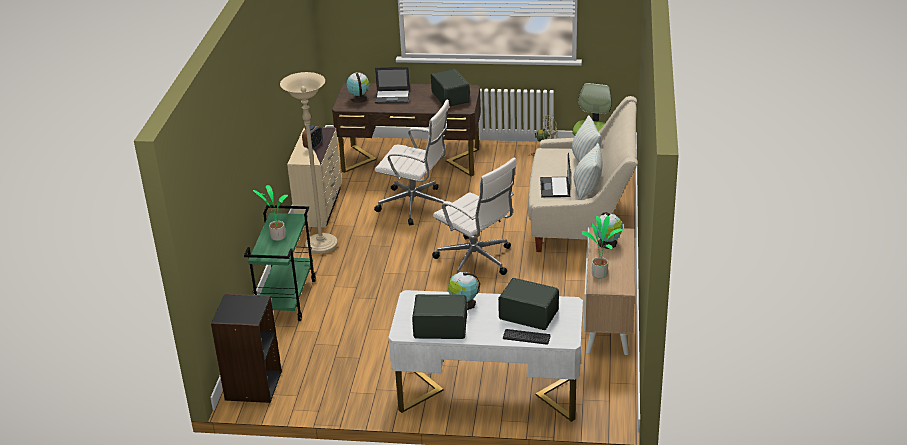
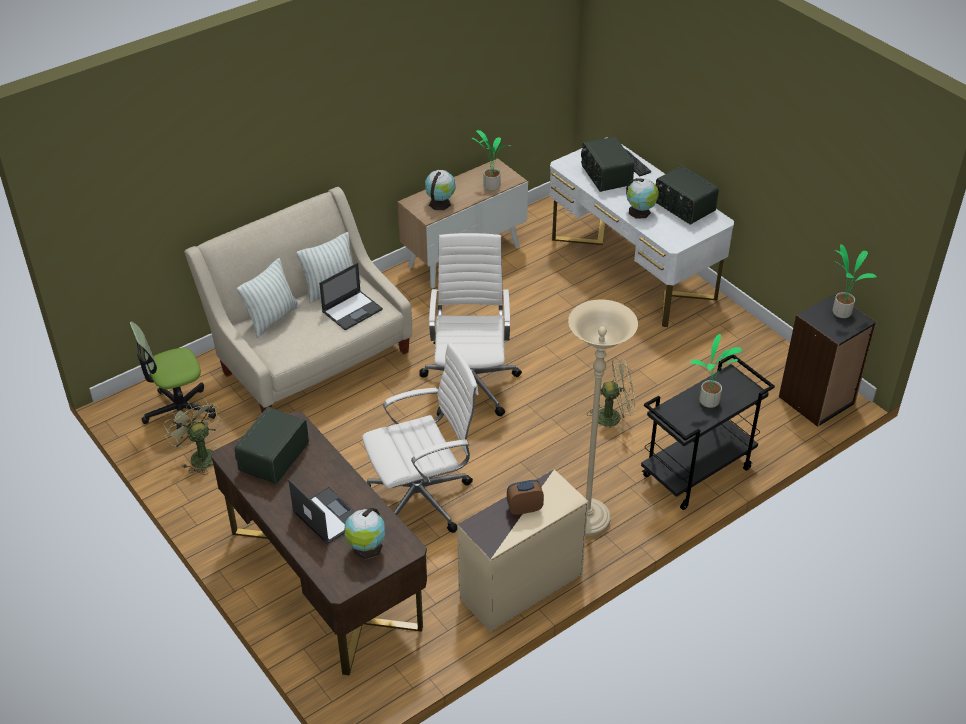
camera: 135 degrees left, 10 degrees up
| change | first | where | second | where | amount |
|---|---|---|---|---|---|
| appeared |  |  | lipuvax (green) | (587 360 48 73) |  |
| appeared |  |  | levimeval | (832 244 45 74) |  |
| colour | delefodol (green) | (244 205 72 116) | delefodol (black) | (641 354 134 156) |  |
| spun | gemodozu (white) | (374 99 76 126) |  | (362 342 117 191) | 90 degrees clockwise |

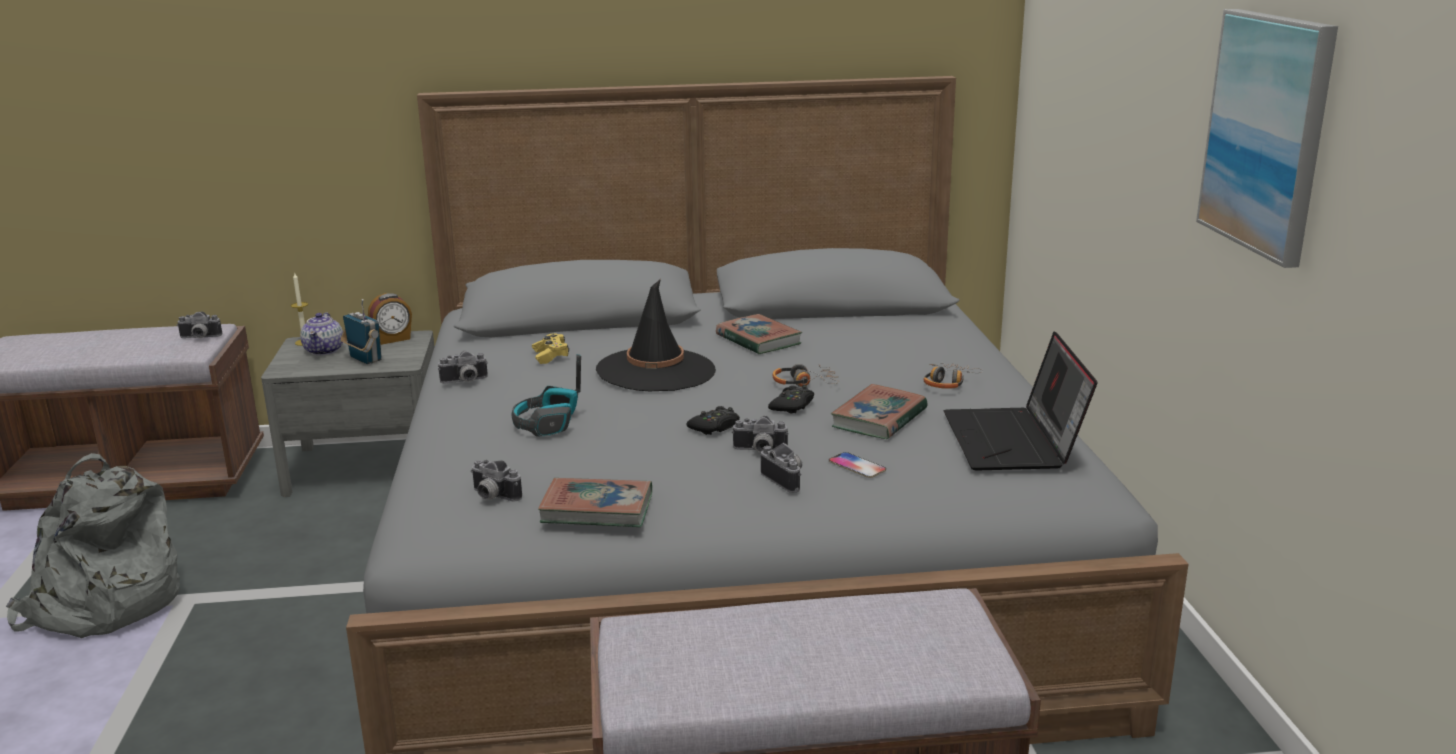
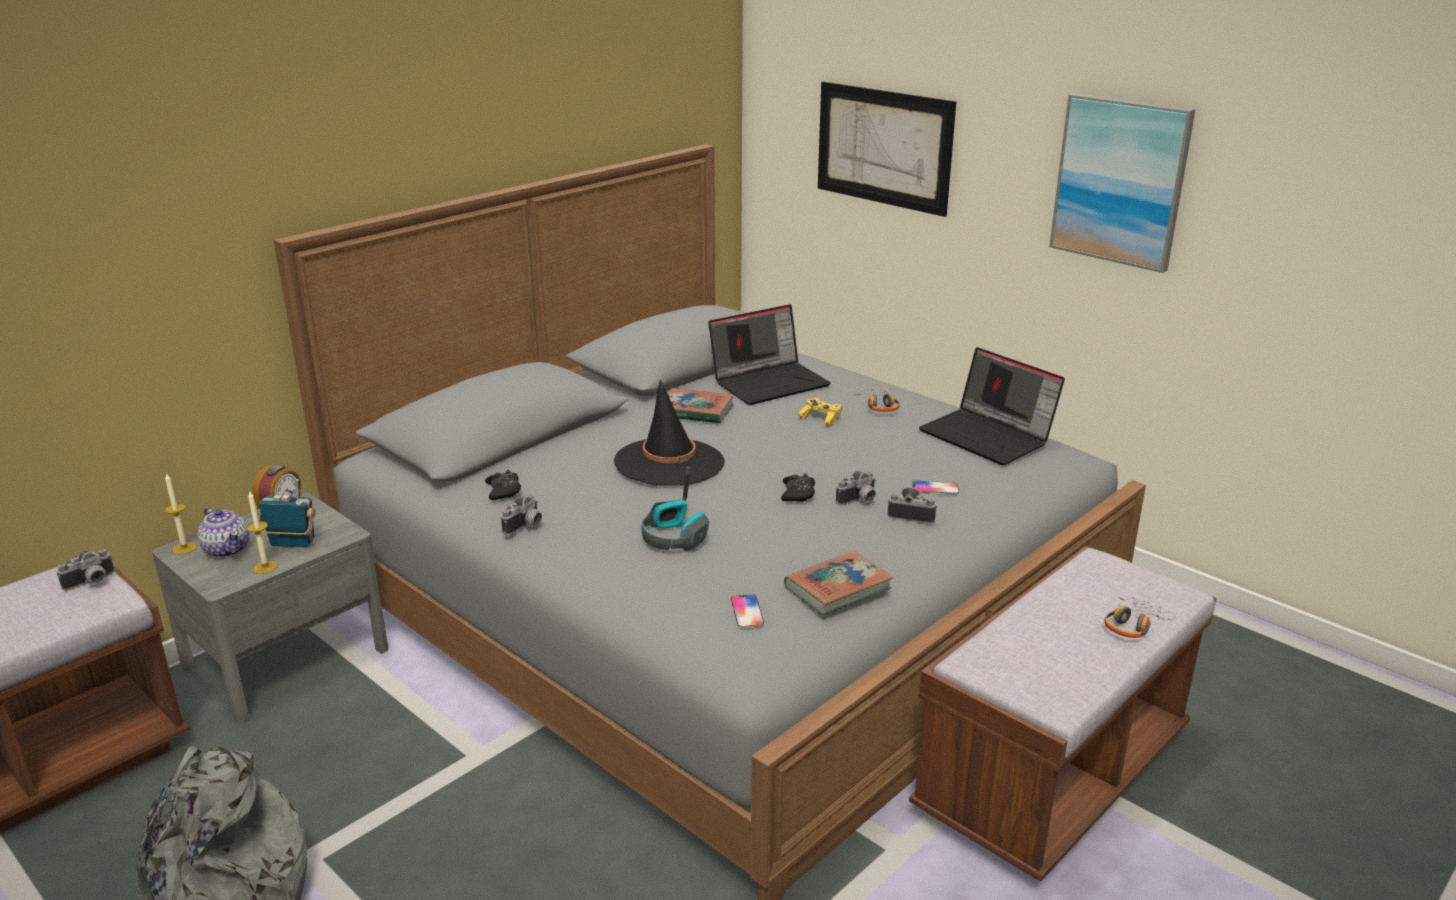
camera: 40 degrees left, 5 degrees up
| change | first | where | second | where | amount |
|---|---|---|---|---|---|
| missing | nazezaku | (831 384 97 55) |  |  |  |
| appeared |  |  | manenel | (246 492 32 82) |  |
| appeared |  |  | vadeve | (708 304 123 101) |  |
| appeared |  |  | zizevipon | (818 82 138 135) |  |
| relocated | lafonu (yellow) | (532 333 37 31) |  | (798 398 44 29) |  |
| relocated | lafonu (black) | (768 385 46 29) |  | (485 470 36 30) |  |
| relocated | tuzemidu | (772 364 67 23) |  | (1104 597 71 41) |  |
| exchanged | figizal | (471 460 51 42) | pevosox | (731 594 33 34) |  |

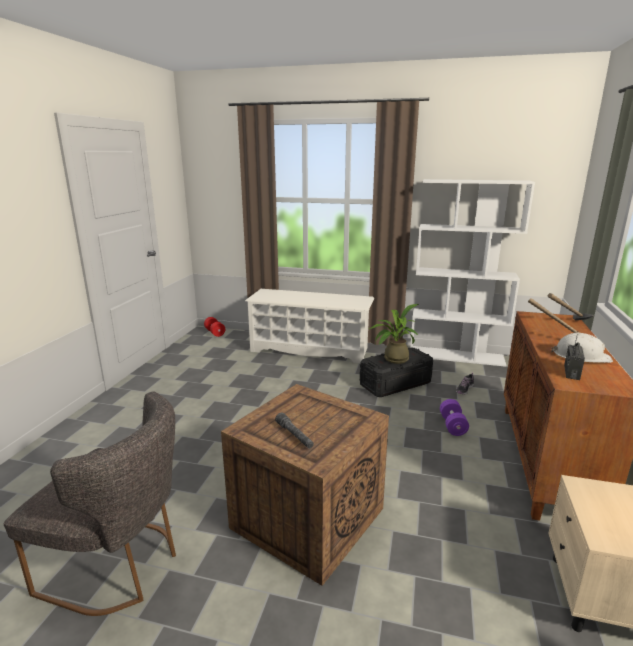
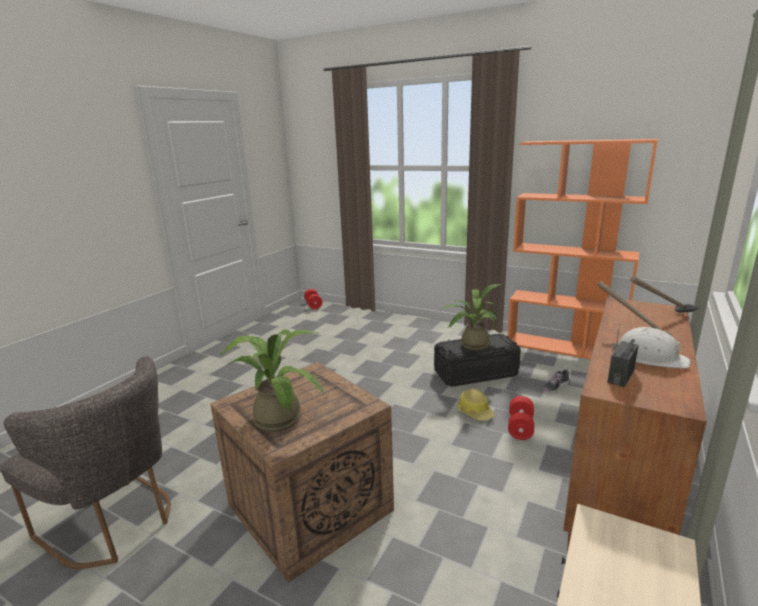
camera: 15 degrees right, 0 degrees up
| change | first | where | second | where | amount |
|---|---|---|---|---|---|
| missing | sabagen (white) | (245 289 129 74) |  |  |  |
| appeared |  |  | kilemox | (457 388 38 33) |  |
| exchanged | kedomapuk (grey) | (275 412 39 37) | levimeval | (220 329 104 103) |  |
| colour | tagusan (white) | (410 179 125 188) | tagusan (orange) | (508 139 150 220) |  |
| colour | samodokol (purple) | (440 399 29 37) | samodokol (red) | (508 396 26 44) |  |

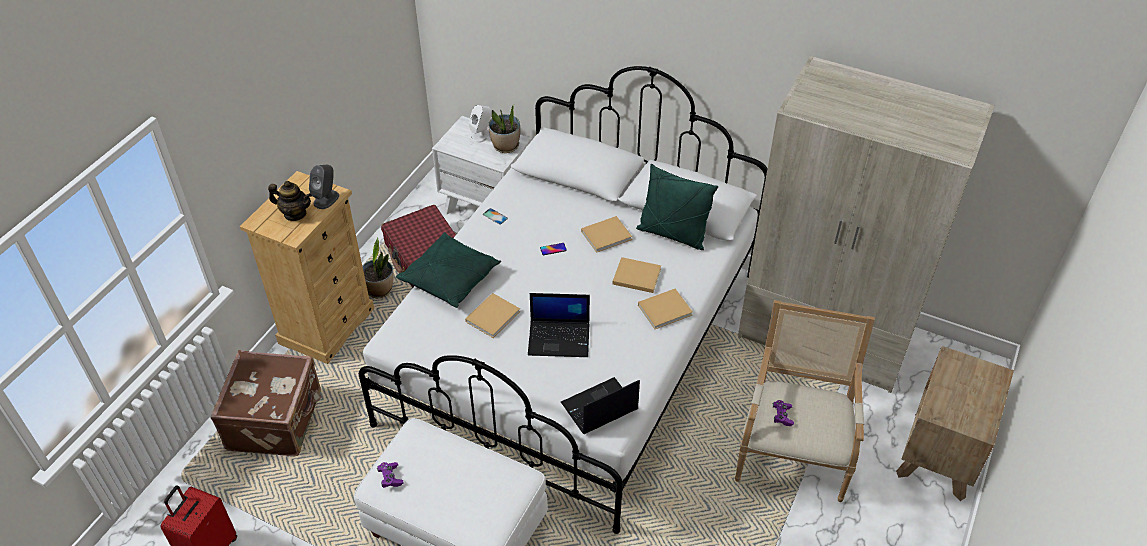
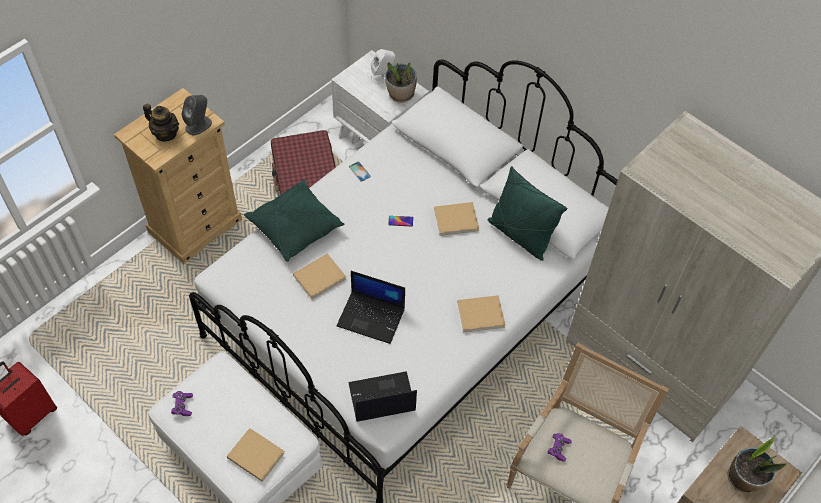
camera: 15 degrees right, 10 degrees up
| change | first | where | second | where | amount |
|---|---|---|---|---|---|
| missing | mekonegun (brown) | (210 350 111 107) |  |  |  |
| relocated | levimeval | (362 238 31 60) |  | (727 436 60 58) |  |
| relocated | nazezaku (beige) | (613 257 48 36) |  | (227 428 58 54) |  |

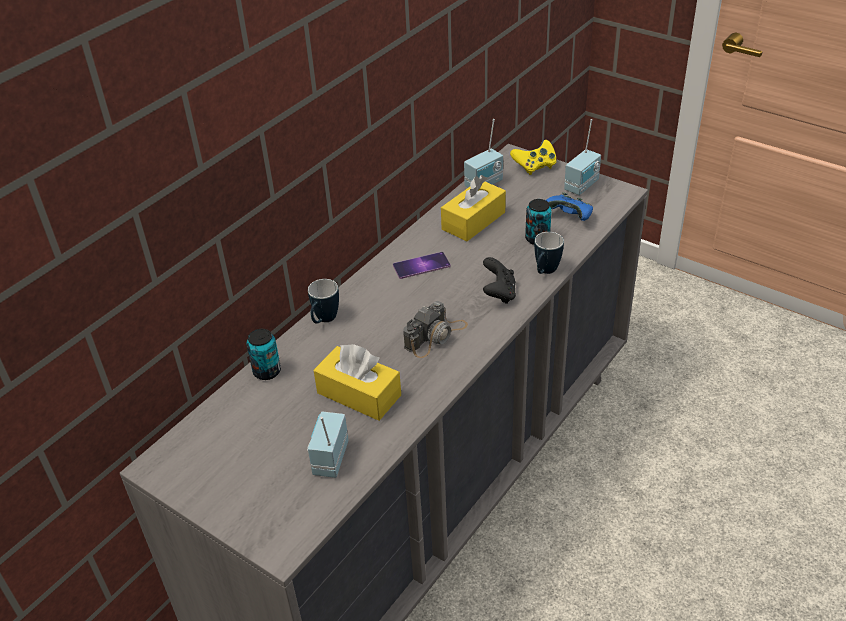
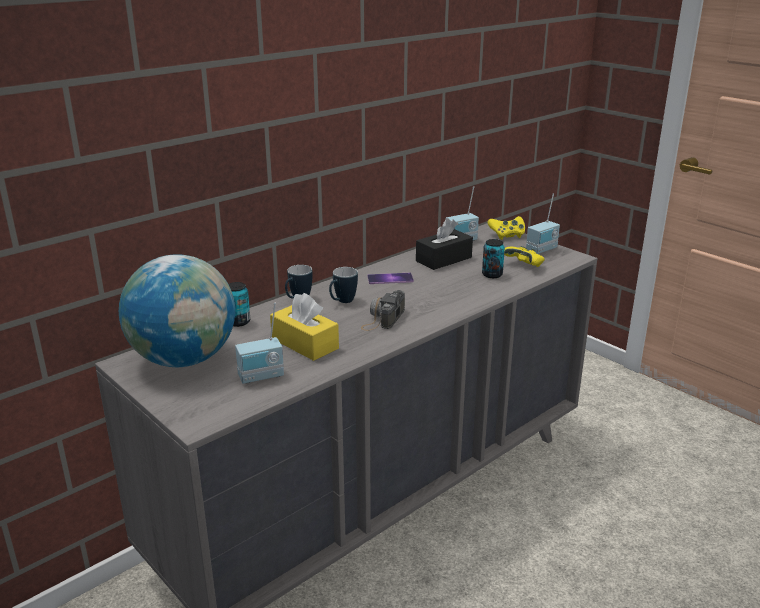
camera: 10 degrees right, 15 degrees down
| change | first | where | second | where | amount |
|---|---|---|---|---|---|
| missing | lafonu (black) | (483 257 33 47) |  |  |  |
| appeared |  |  | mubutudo | (119 254 116 113) |  |
| relocated | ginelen | (534 232 30 42) |  | (329 267 29 36) |  |
| colour | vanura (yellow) | (441 175 65 66) | vanura (black) | (416 218 57 52) |  |
| colour | lafonu (blue) | (546 192 47 29) | lafonu (yellow) | (504 246 41 21) |  |
| spun | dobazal | (307 411 42 67) |  | (235 303 49 81) | 135 degrees counterclockwise |
| spun | figizal | (403 301 65 57) |  | (361 290 44 41) | 150 degrees clockwise |

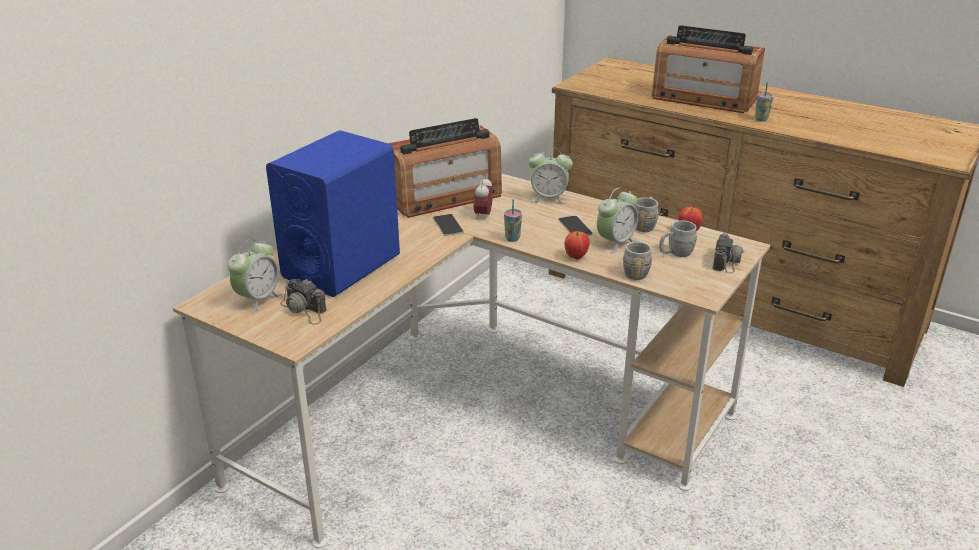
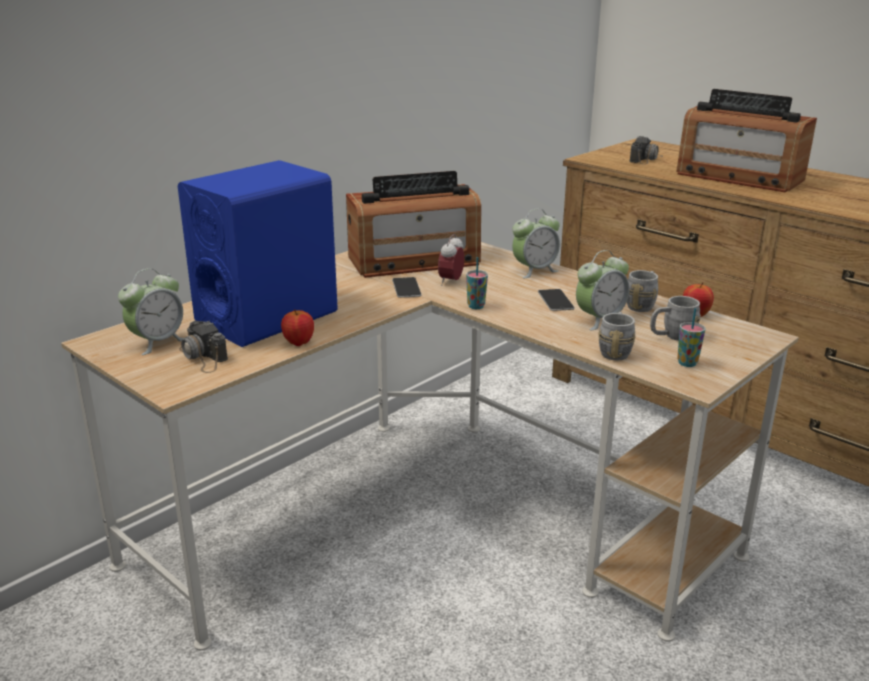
camera: 10 degrees right, 5 degrees down
| change | first | where | second | where | amount |
|---|---|---|---|---|---|
| relocated | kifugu | (565 231 25 28) |  | (281 309 33 37) |  |
| relocated | figizal | (713 233 31 40) |  | (629 136 34 28) |  |
| relocated | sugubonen | (755 83 18 39) |  | (677 308 28 59) |  |
| spun | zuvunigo | (528 147 45 57) |  | (512 209 48 69) | 45 degrees counterclockwise |

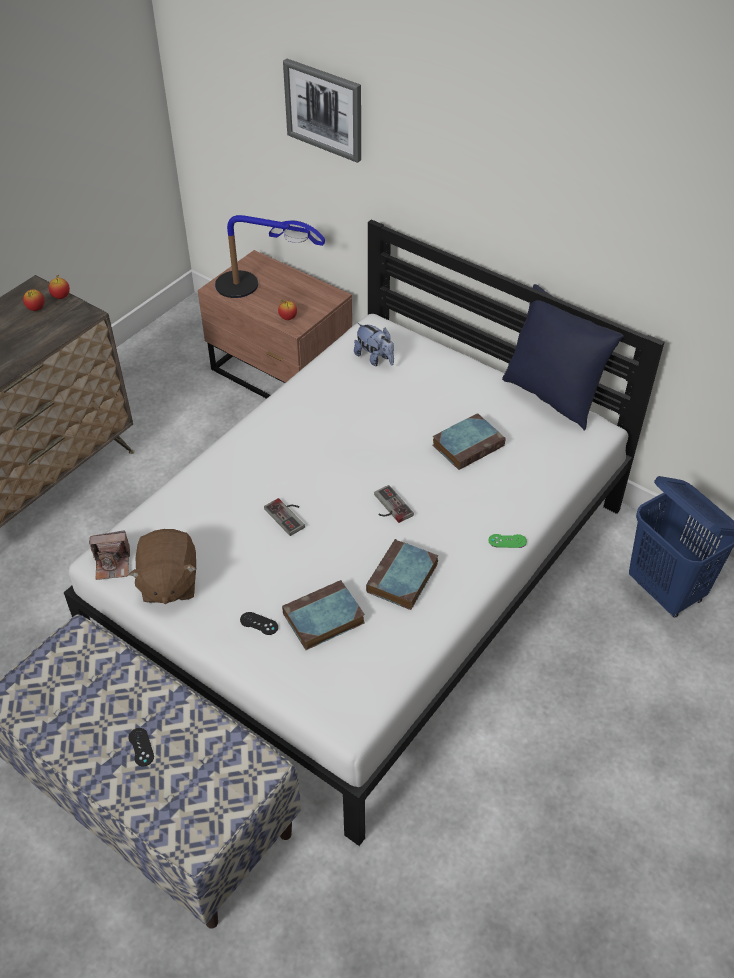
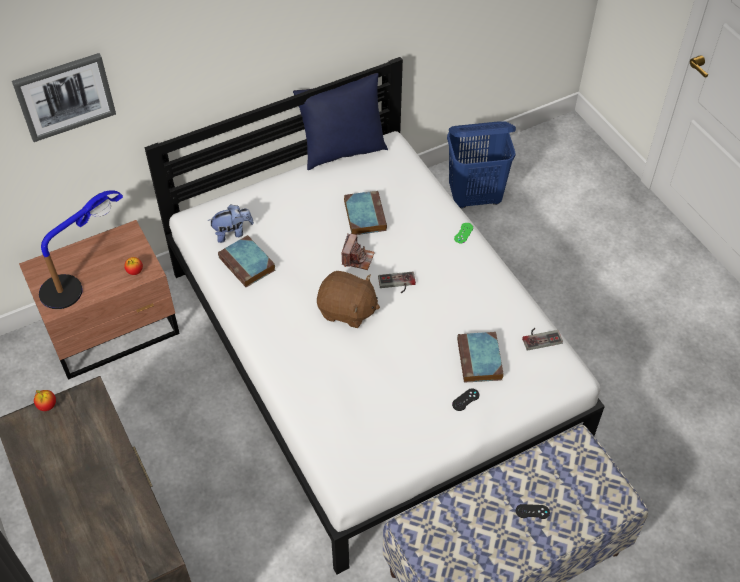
camera: 65 degrees left, 5 degrees up
| change | first | where | second | where | amount |
|---|---|---|---|---|---|
| missing | kifugu | (23 289 22 22) |  |  |  |
| relocated | figizal | (89 530 41 50) |  | (342 233 33 37) |  |
| relocated | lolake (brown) | (129 529 68 75) |  | (317 271 63 57) |  |
| relocated | lafonu | (264 498 41 38) |  | (522 328 41 23) |  |
| relocated | nazezaku | (366 539 72 71) |  | (218 235 57 52) |  |

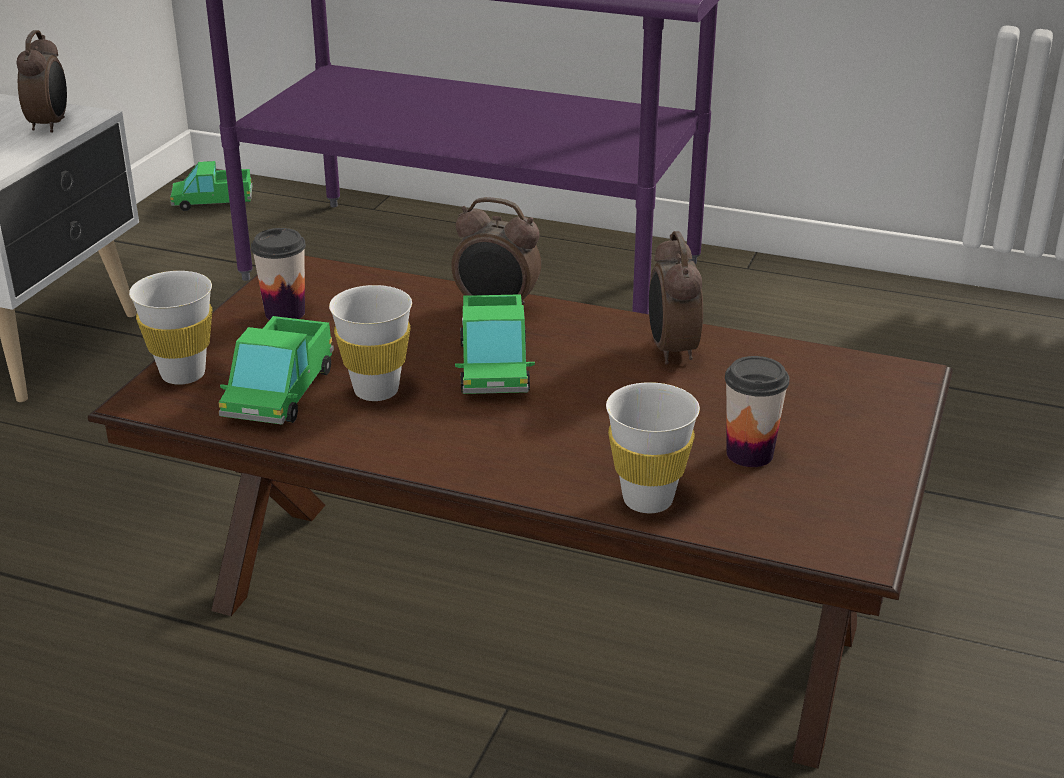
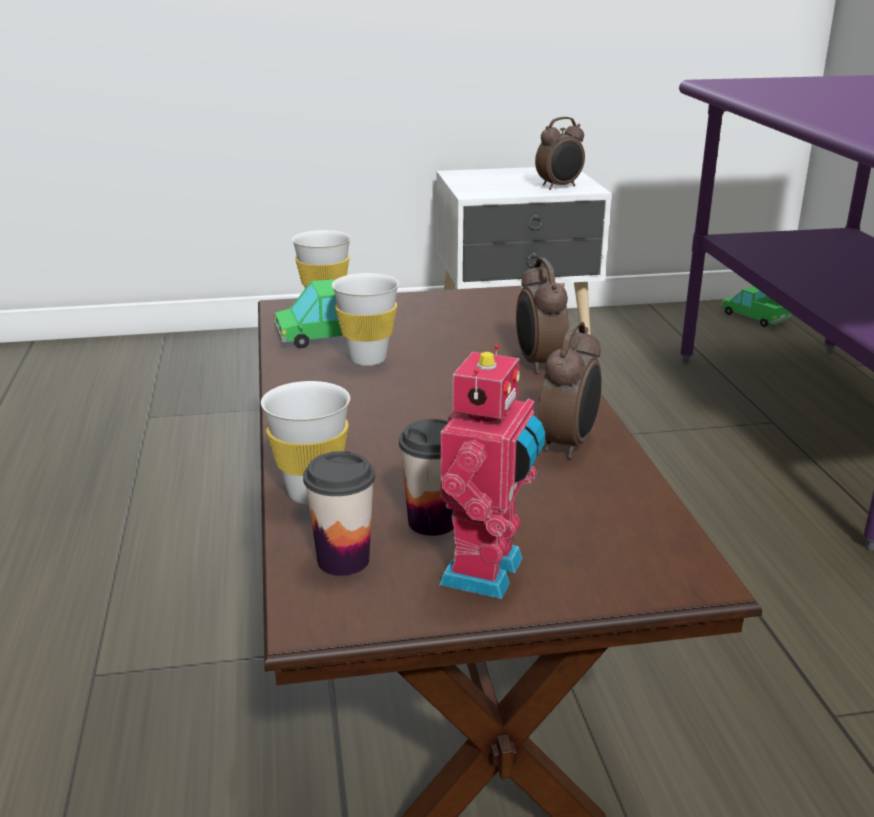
camera: 60 degrees right, 5 degrees down
| change | first | where | second | where | amount |
|---|---|---|---|---|---|
| missing | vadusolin | (455 294 80 100) |  |  |  |
| appeared |  |  | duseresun | (440 344 105 255) |  |
| relocated | sugubonen | (251 228 55 92) |  | (303 451 72 125) |  |
| spun | zuvunigo | (649 231 54 134) |  | (538 321 63 138) | 150 degrees clockwise |

